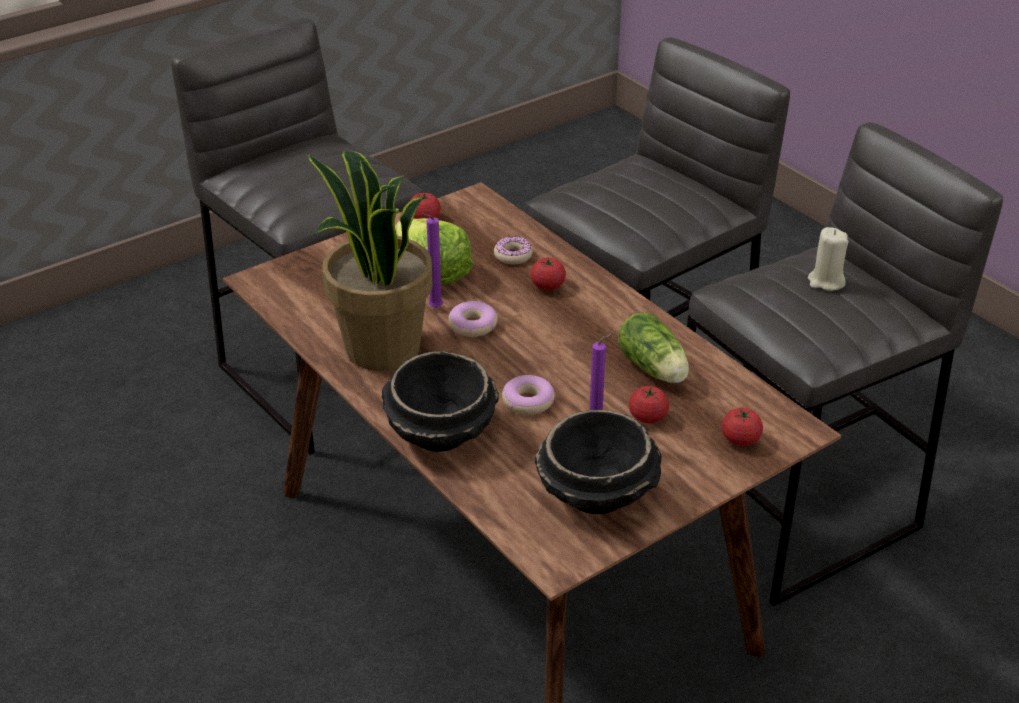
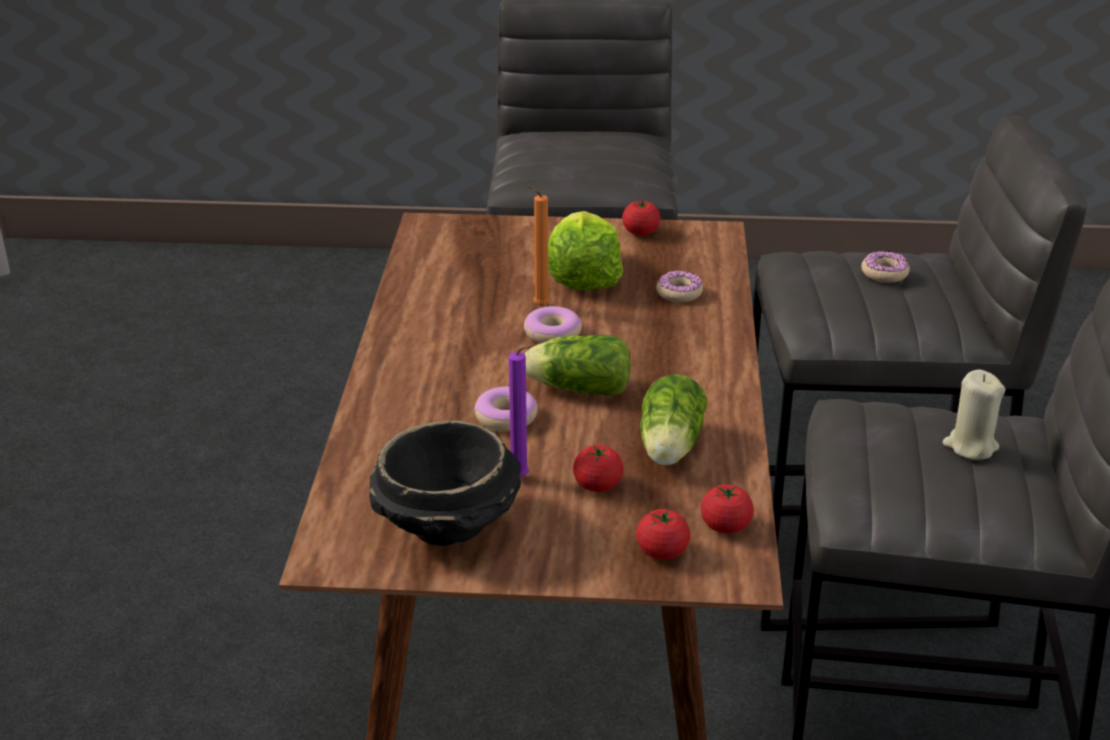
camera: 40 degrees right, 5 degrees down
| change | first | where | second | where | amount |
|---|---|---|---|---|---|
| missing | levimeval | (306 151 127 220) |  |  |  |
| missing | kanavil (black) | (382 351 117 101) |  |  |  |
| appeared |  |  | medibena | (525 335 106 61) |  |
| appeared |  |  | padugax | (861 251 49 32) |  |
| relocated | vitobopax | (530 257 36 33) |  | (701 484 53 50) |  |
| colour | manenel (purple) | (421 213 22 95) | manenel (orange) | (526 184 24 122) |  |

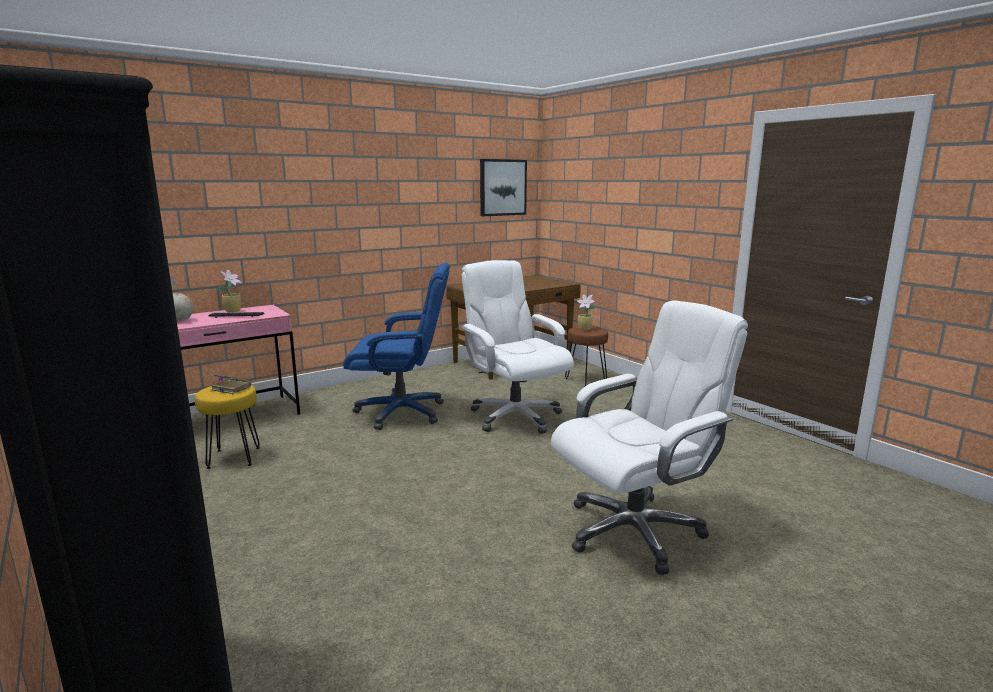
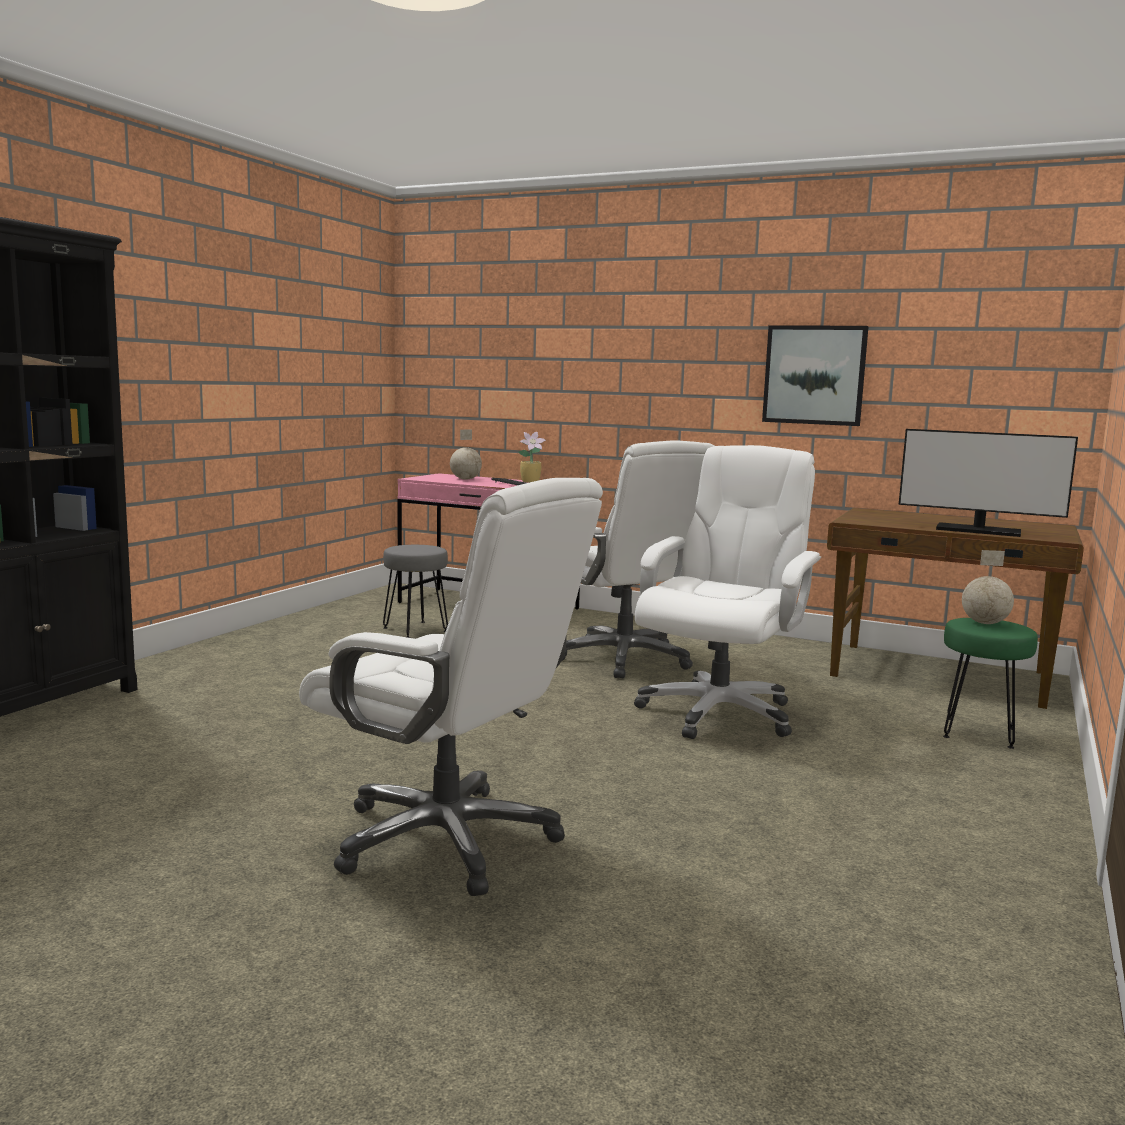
camera: 60 degrees right, 5 degrees down
| change | first | where | second | where | amount |
|---|---|---|---|---|---|
| missing | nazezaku | (211 374 40 20) |  |  |  |
| appeared |  |  | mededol | (899 429 179 108) |  |
| relocated | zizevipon | (480 159 47 57) |  | (762 325 107 101) |  |
| exchanged | levimeval | (577 294 19 37) | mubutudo | (962 550 52 74) |  |
| colour | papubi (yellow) | (195 385 65 84) | papubi (grey) | (383 545 65 93) |  |
| colour | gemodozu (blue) | (343 263 107 167) | gemodozu (white) | (562 440 153 238) |  |
| colour | papubi (brown) | (565 326 43 61) | papubi (green) | (943 618 95 131) |  |

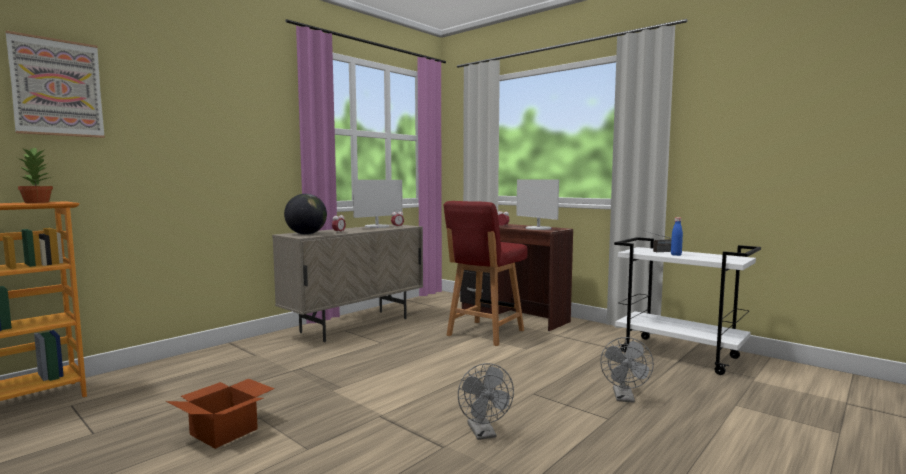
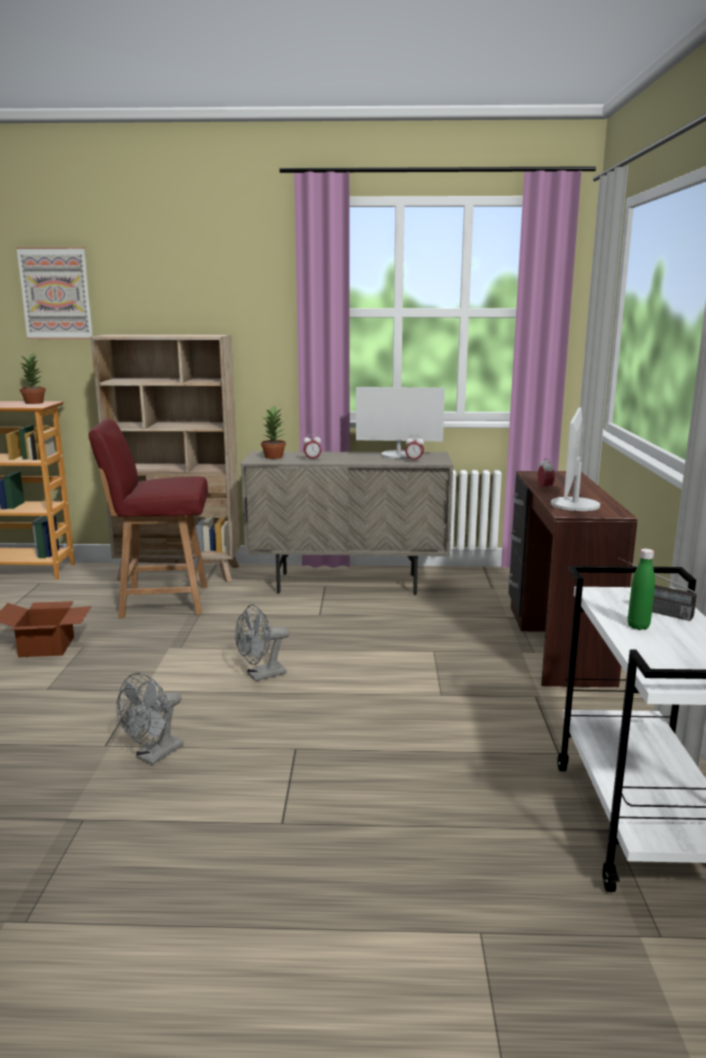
camera: 50 degrees right, 10 degrees up
| change | first | where | second | where | amount |
|---|---|---|---|---|---|
| appeared |  |  | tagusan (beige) | (91 334 150 249) |  |
| relocated | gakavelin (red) | (443 201 84 145) |  | (88 419 120 199) |  |
| relocated | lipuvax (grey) | (600 337 54 66) |  | (235 604 54 77) |  |
| exchanged | mubutudo | (284 194 43 41) | levimeval | (261 405 25 54) |  |
| colour | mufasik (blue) | (671 217 12 39) | mufasik (green) | (628 549 27 81) |  |

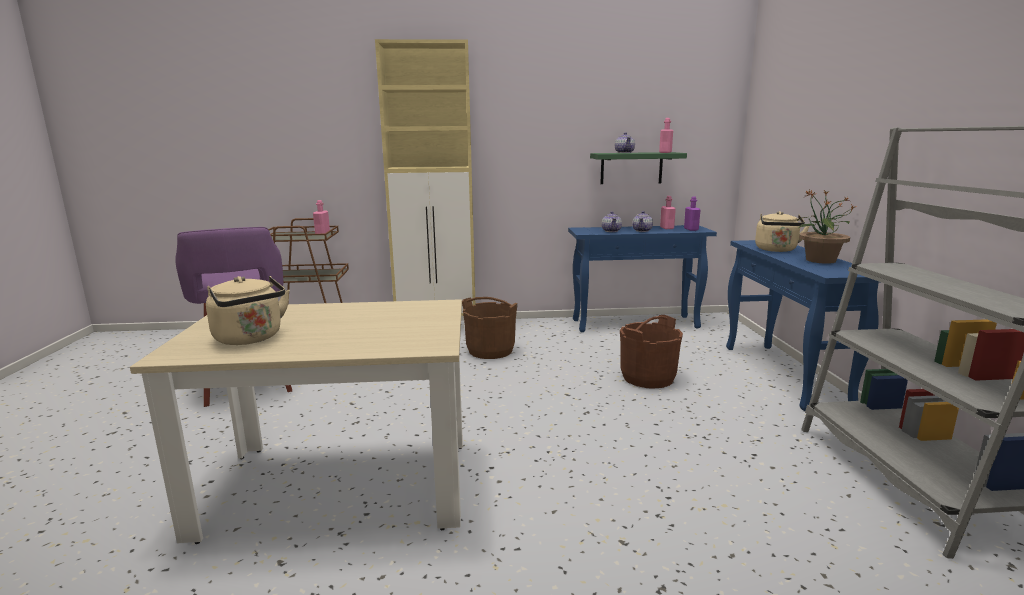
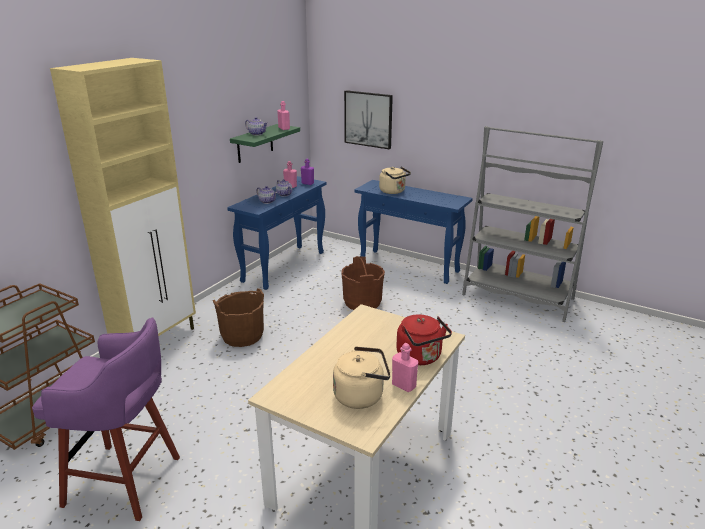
camera: 55 degrees left, 10 degrees up
| change | first | where | second | where | amount |
|---|---|---|---|---|---|
| missing | levimeval | (798 189 59 75) |  |  |  |
| appeared |  |  | zizevipon | (344 90 49 59) |  |
| appeared |  |  | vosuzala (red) | (396 314 56 51) |  |
| relocated | mufasik (pink) | (313 200 17 34) |  | (392 343 26 49) |  |

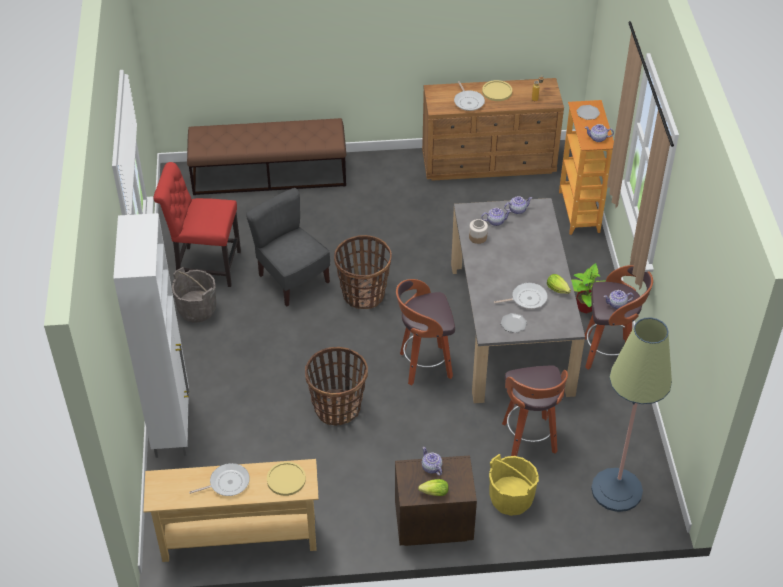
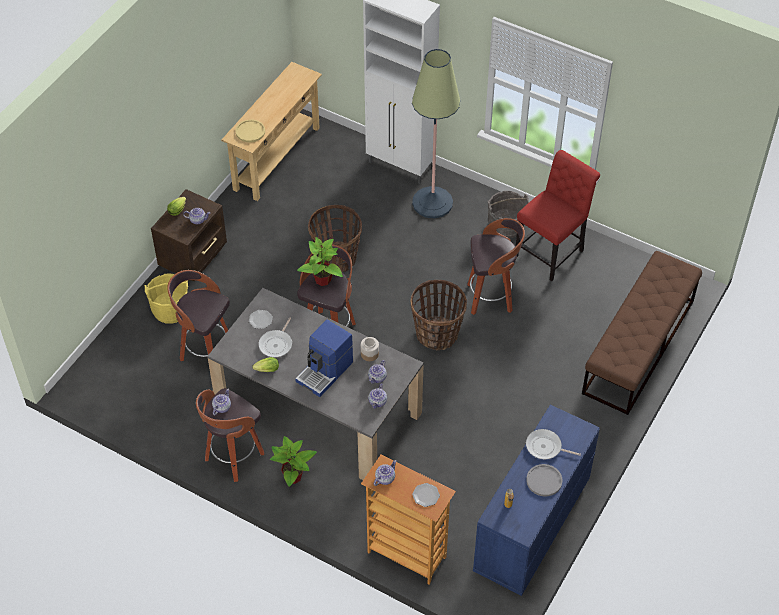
camera: 125 degrees right, 5 degrees up
| change | first | where | second | where | amount |
|---|---|---|---|---|---|
| missing | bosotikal | (189 463 61 33) |  |  |  |
| appeared |  |  | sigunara | (295 320 58 77) |  |
| appeared |  |  | levimeval | (297 237 46 49) |  |
| relocated | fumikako | (591 317 81 195) |  | (412 49 48 169) |  |
| exchanged | gakavelin (grey) | (246 188 84 119) | papubi | (467 218 58 97) |  |
| colour | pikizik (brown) | (422 78 142 103) | pikizik (blue) | (473 405 127 191) |  |
| colour | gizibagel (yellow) | (482 80 30 21) | gizibagel (grey) | (526 464 36 32) |  |

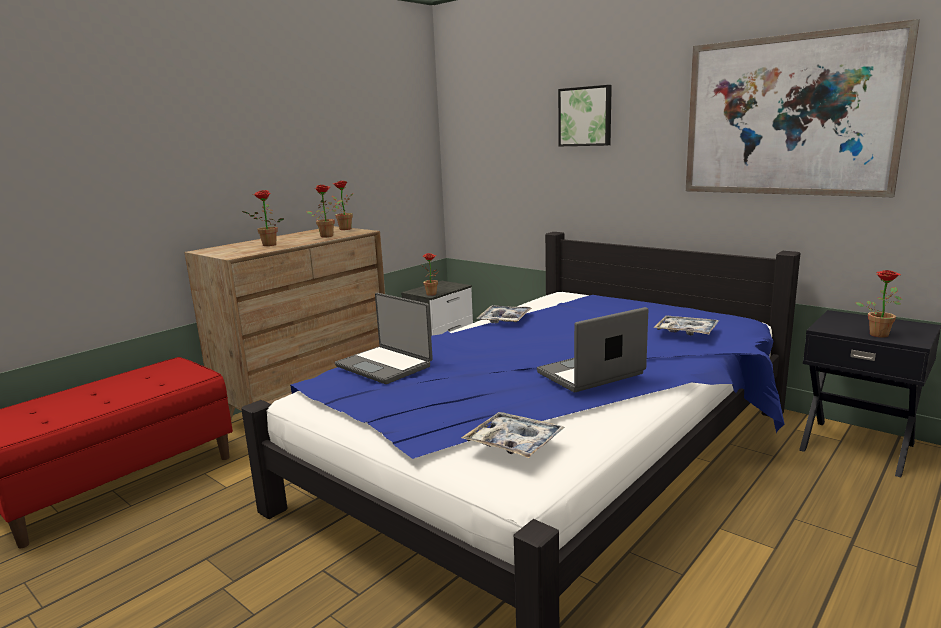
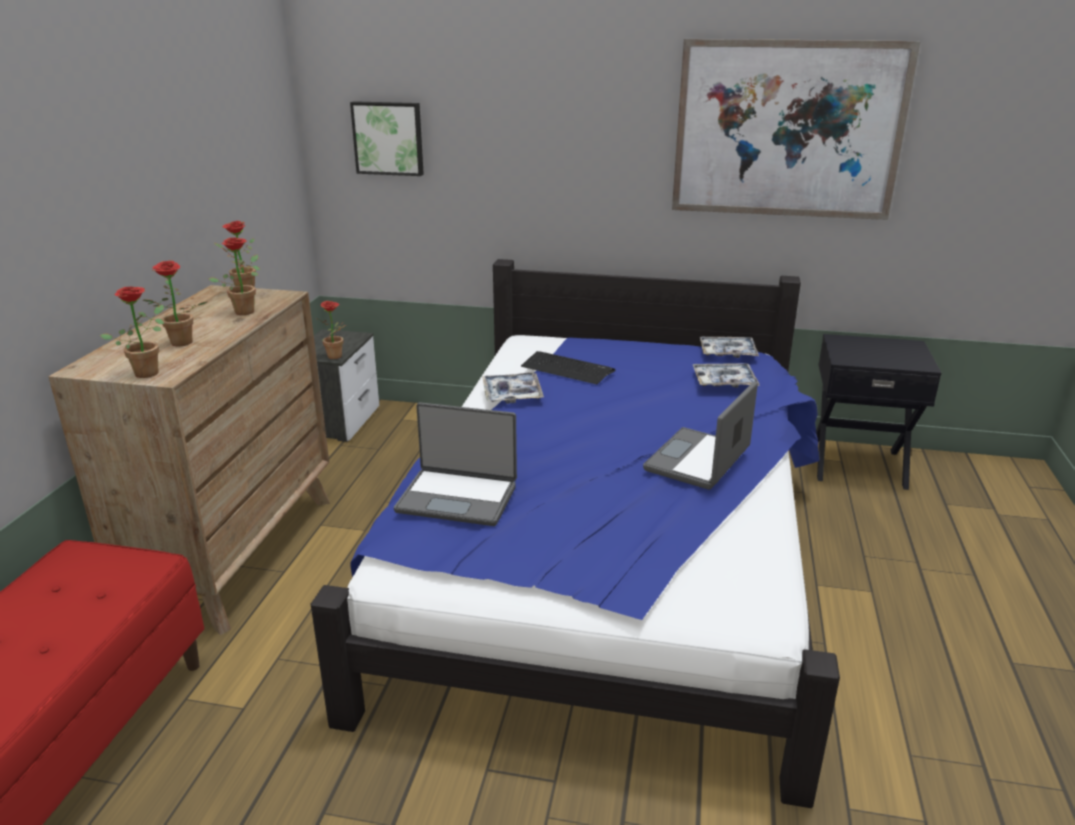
camera: 30 degrees left, 10 degrees up
| change | first | where | second | where | amount |
|---|---|---|---|---|---|
| appeared |  |  | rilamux | (521 351 94 33) |  |
| relocated | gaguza | (461 412 104 46) |  | (700 336 59 22) |  |
| relocated | zizevipon | (558 85 54 61) |  | (350 101 74 75) |  |
| relocated | levimeval | (856 270 46 68) |  | (100 287 64 91) |  |

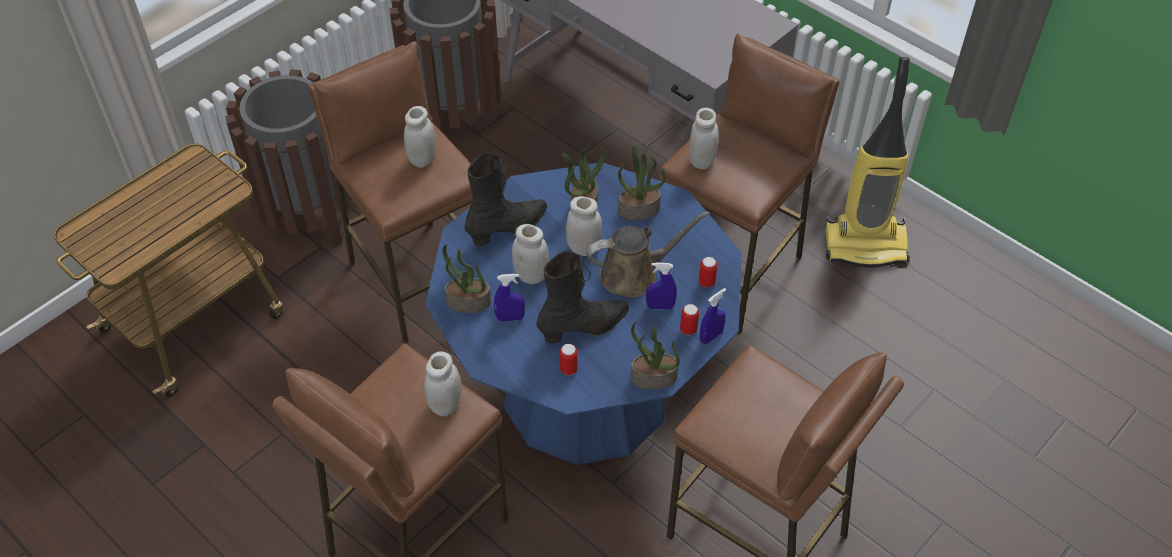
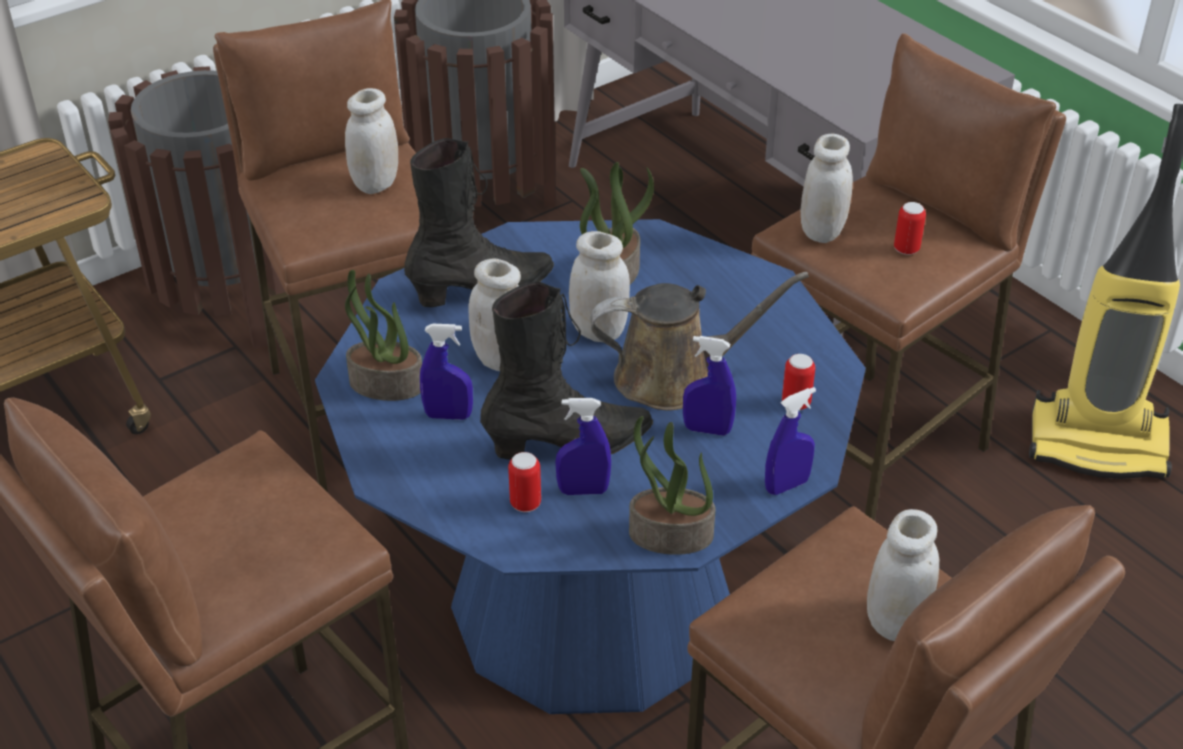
camera: 10 degrees right, 10 degrees down
| change | first | where | second | where | amount |
|---|---|---|---|---|---|
| missing | levimeval | (618 145 48 75) |  |  |  |
| appeared |  |  | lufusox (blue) | (555 398 56 97) |  |
| relocated | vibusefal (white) | (424 352 38 64) |  | (867 509 72 132) |  |
| relocated | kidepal | (680 304 19 31) |  | (894 202 32 53) |  |

